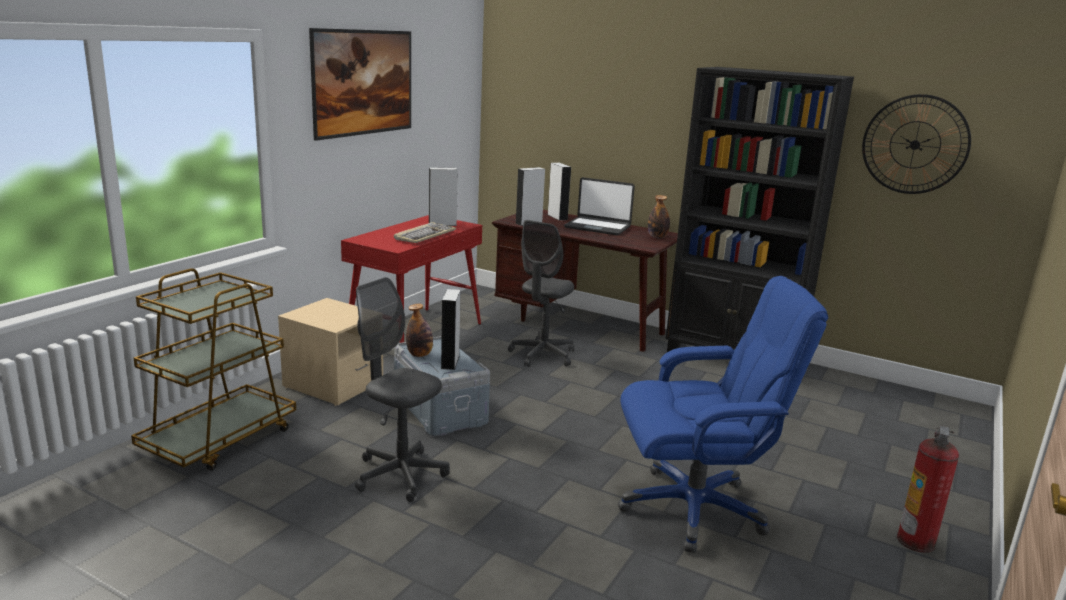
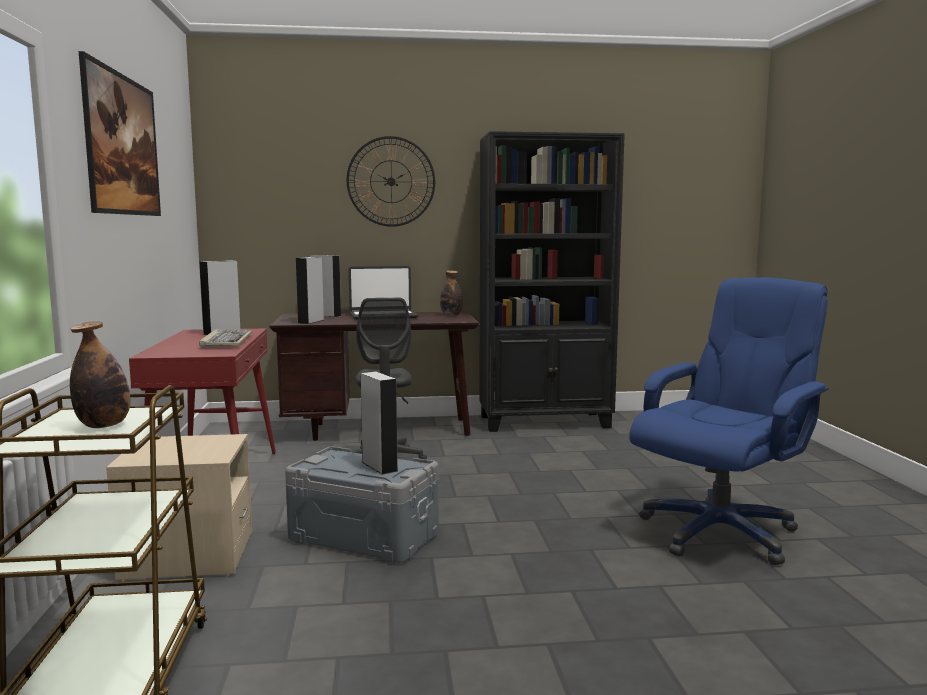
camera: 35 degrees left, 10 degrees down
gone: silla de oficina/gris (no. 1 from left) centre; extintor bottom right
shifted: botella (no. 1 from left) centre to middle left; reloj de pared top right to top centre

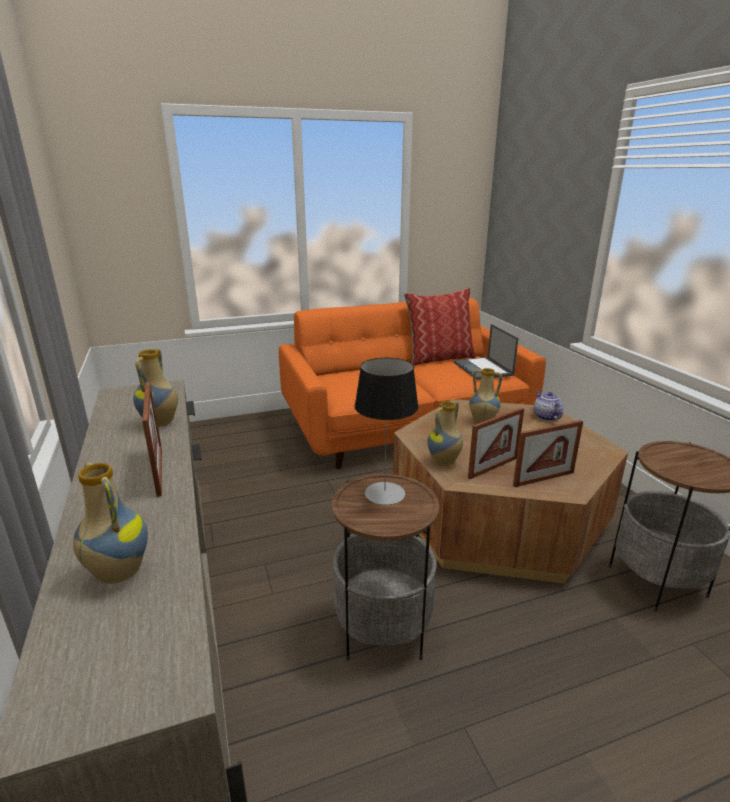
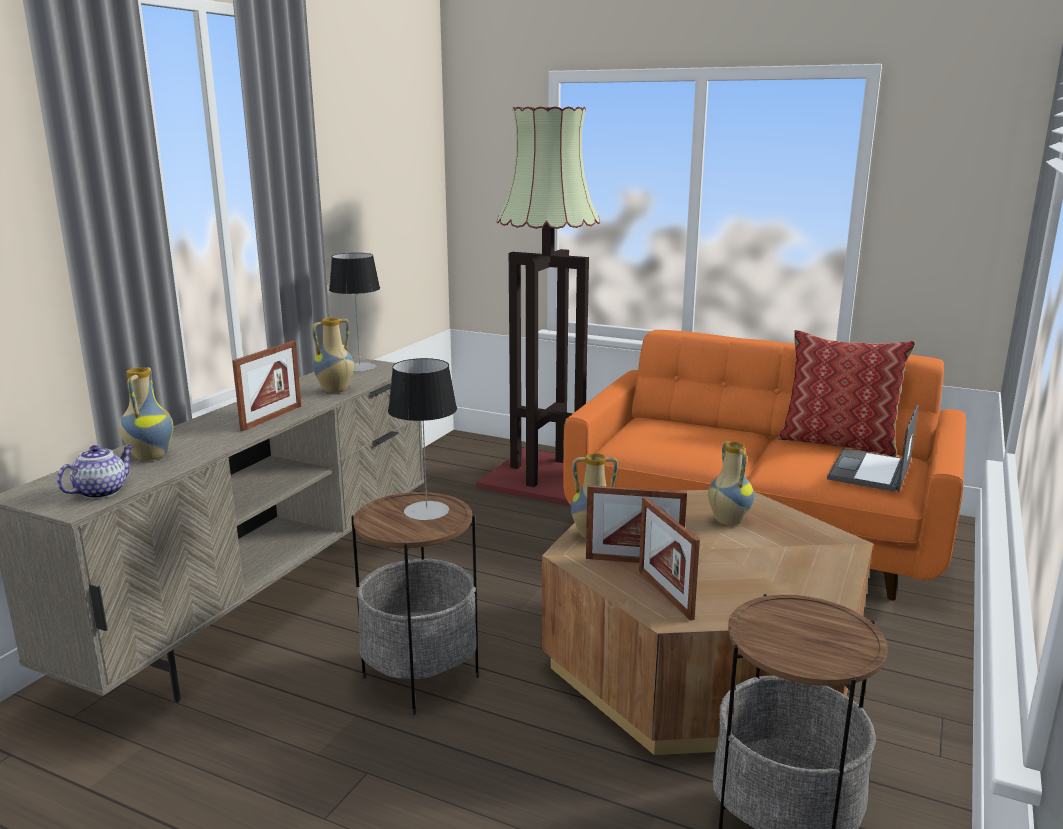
camera: 45 degrees right, 5 degrees down
new: lámpara de mesa (no. 1 from left) middle left; lámpara de pie centre
shifted: tetera middle right to middle left
rotated: portarretratos (no. 3 from left) middle right = bottom centre 45 degrees clockwise

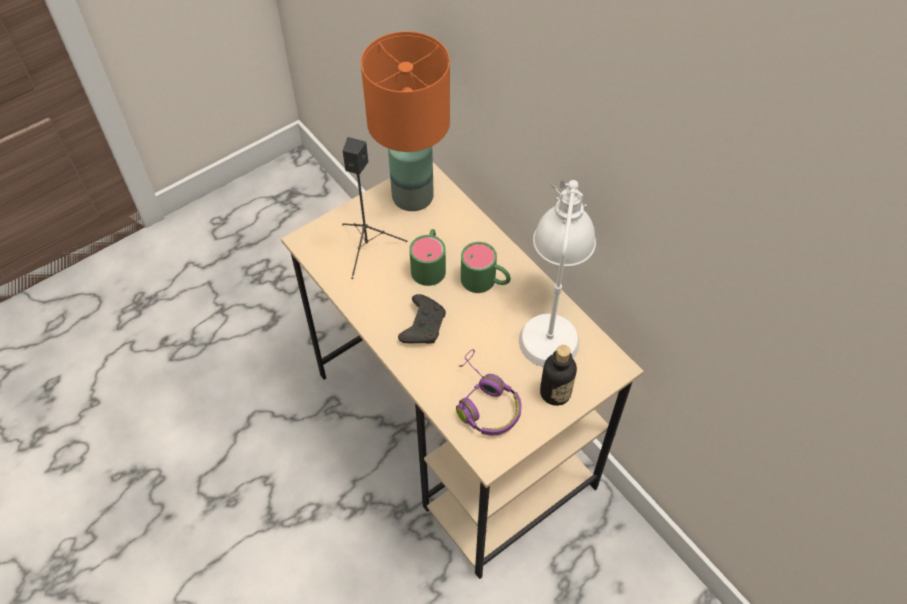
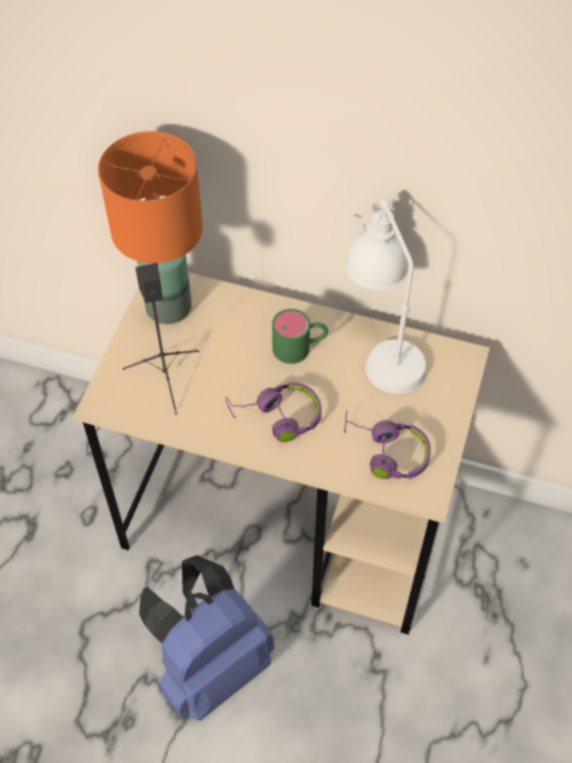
camera: 35 degrees left, 0 degrees up
gone: taza grande/verde (no. 1 from left) centre; botella centre
new: mochila/azul bottom centre
swapped: mando de consola/negro centre to auriculares/morado (no. 1 from left) centre

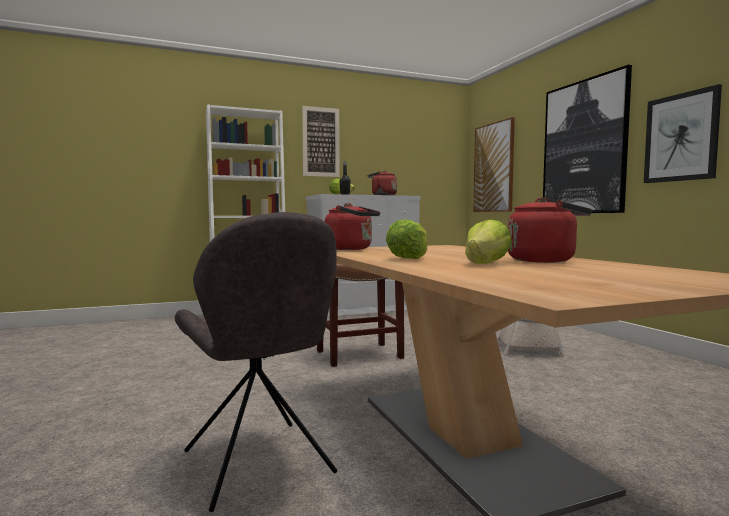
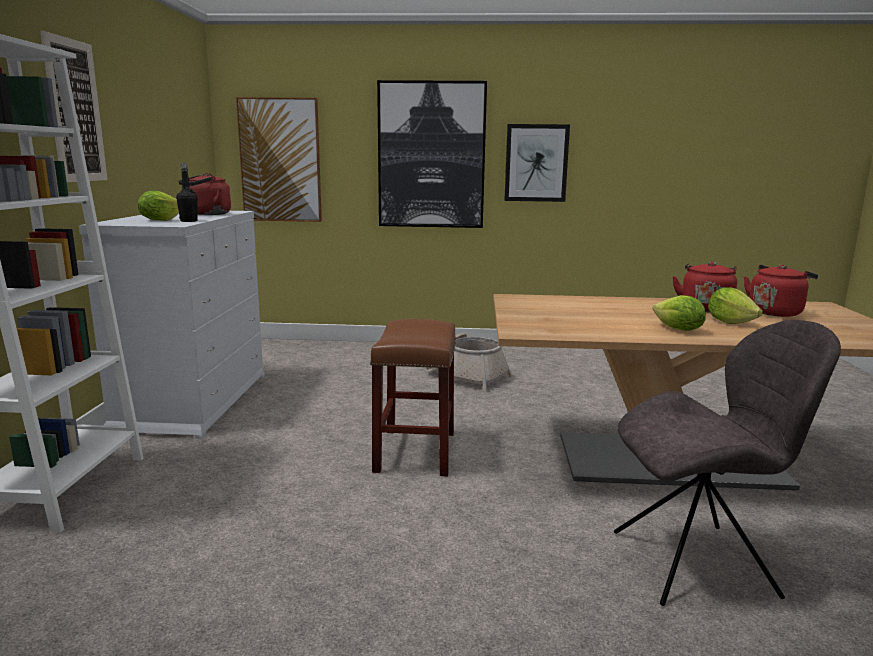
camera: 65 degrees left, 10 degrees up
shifted: hervidor/rojo (no. 1 from left in the first image) centre to hervidor/rojo (no. 3 from left) middle right

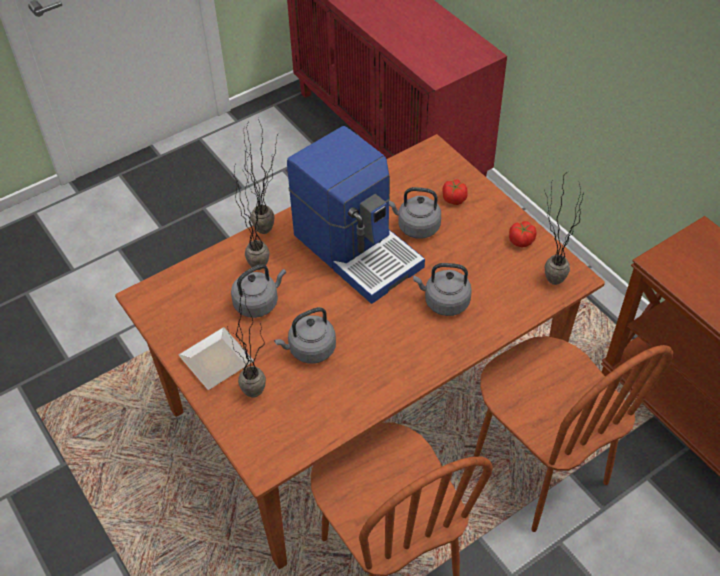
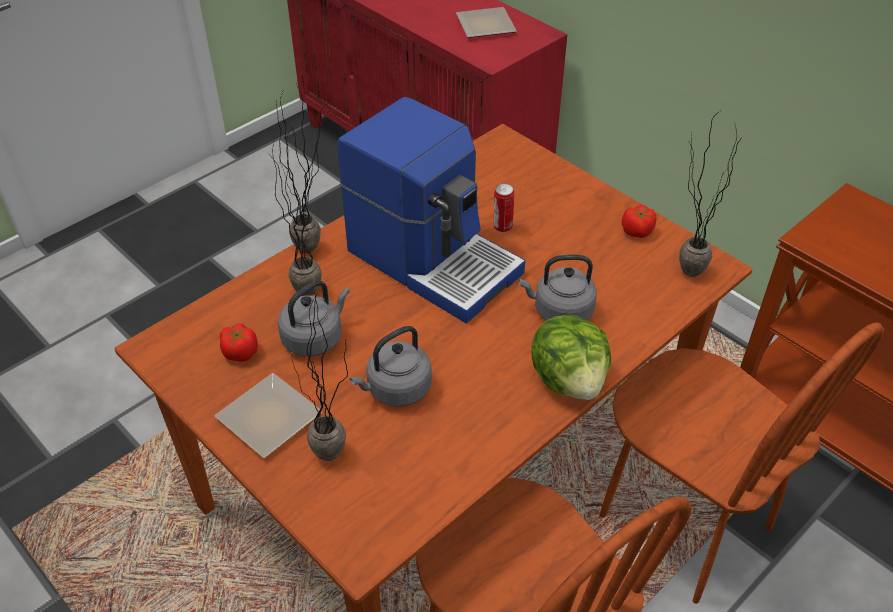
camera: 10 degrees left, 5 degrees down
new: plato (no. 2 from left) top centre; lechuga centre
shifted: tomate (no. 1 from left) centre to middle left
swapped: hervidor/gris (no. 3 from left) centre to lata centre

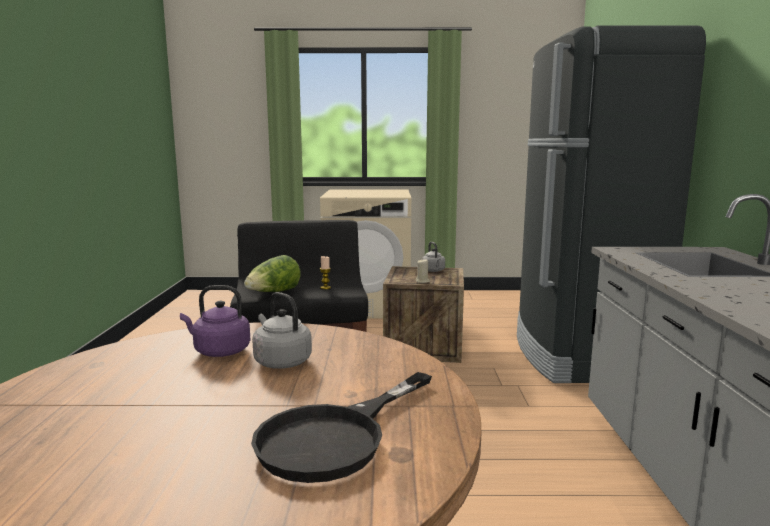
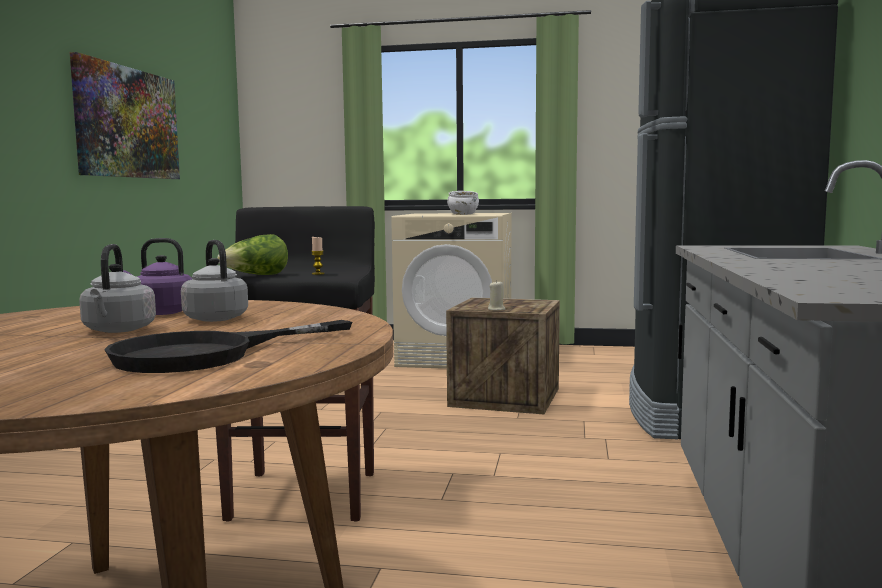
camera: 10 degrees right, 5 degrees down
new: cuadro top left; cuenco/blanco centre
shifted: hervidor/gris (no. 2 from left in the first image) centre to hervidor/gris (no. 1 from left) middle left

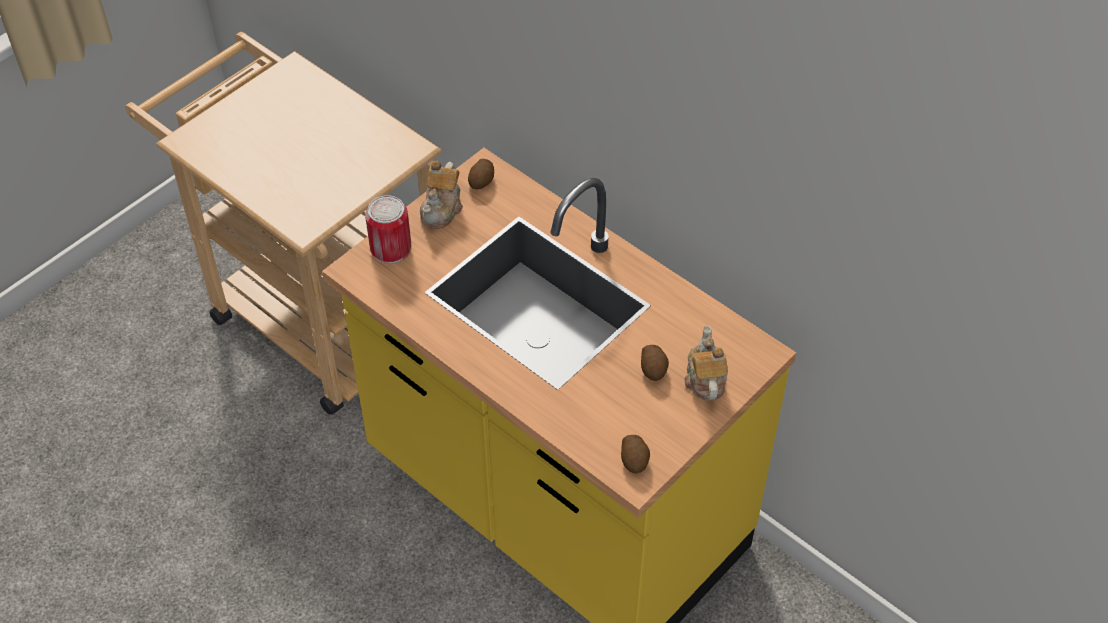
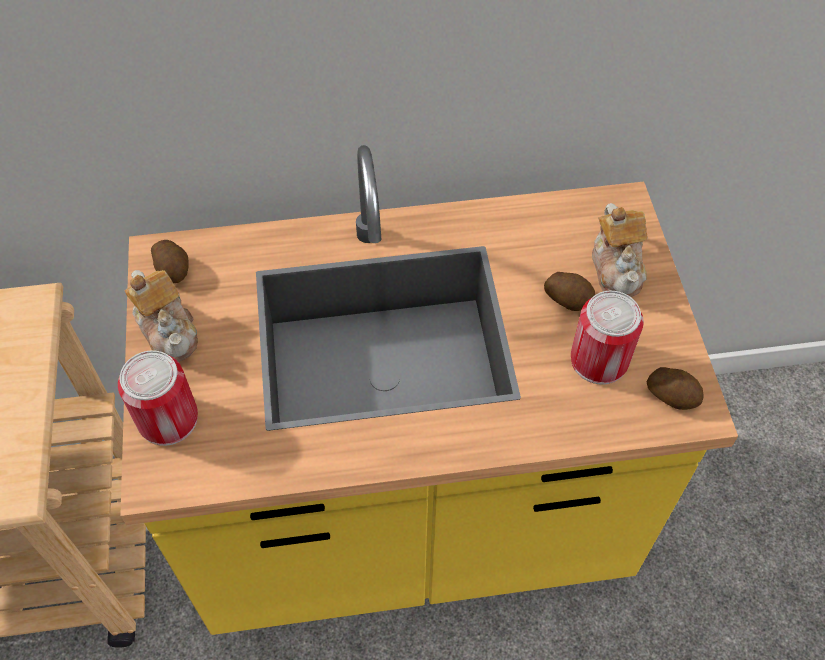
camera: 50 degrees left, 5 degrees up
new: lata (no. 2 from left) middle right
rotated: tetera (no. 2 from left) centre = middle right 135 degrees counterclockwise

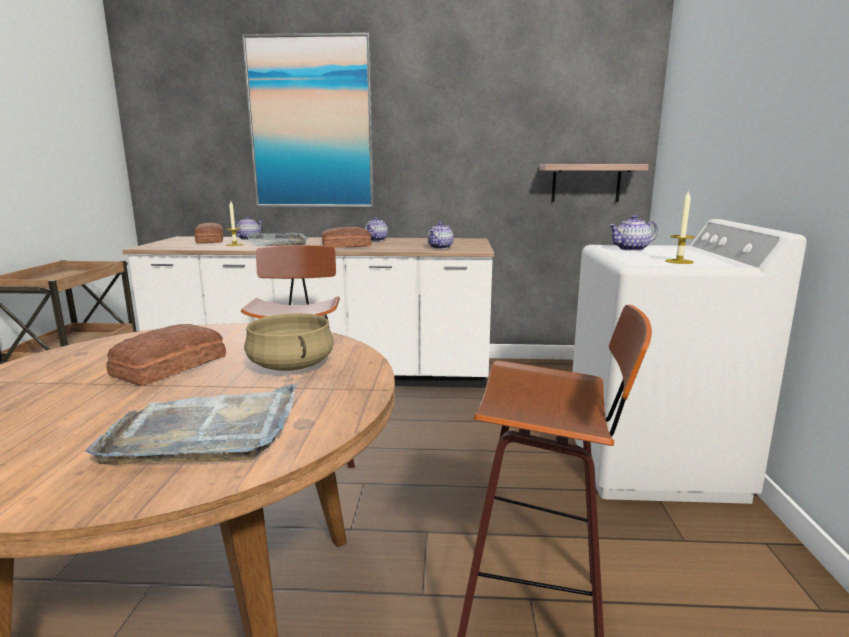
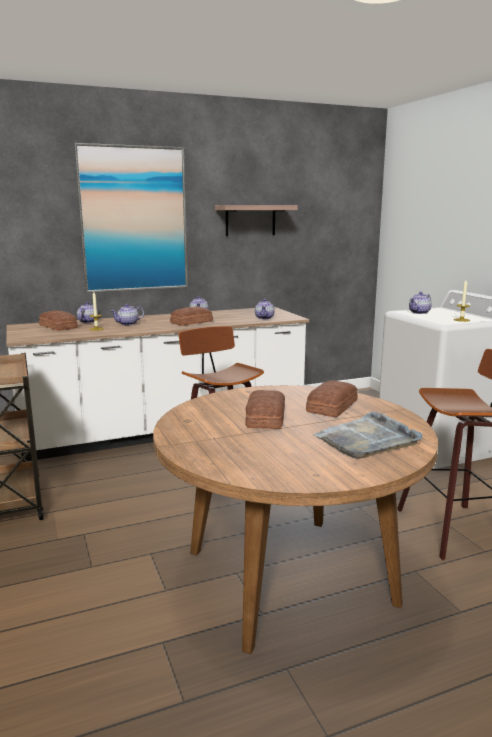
camera: 25 degrees left, 0 degrees up
shifted: estante top right to top centre
swapped: bandeja/gris (no. 2 from left) middle left to tetera (no. 2 from left) middle left; olla/beis centre to pan (no. 4 from left) middle right

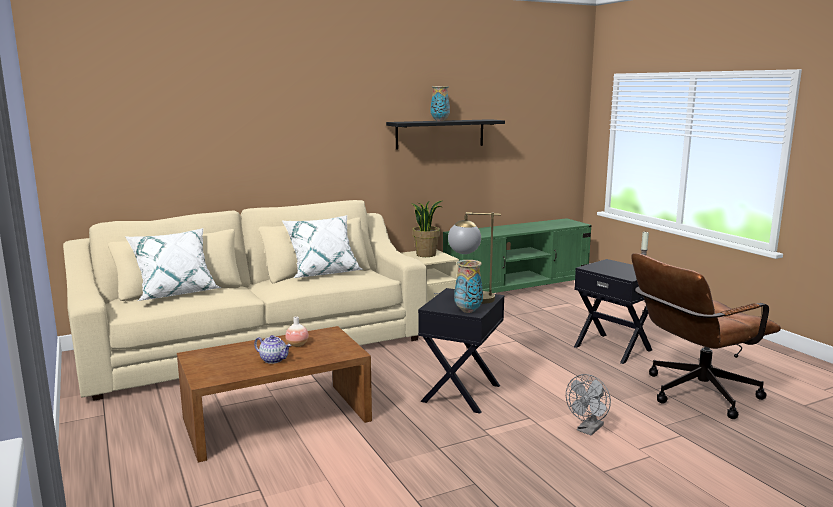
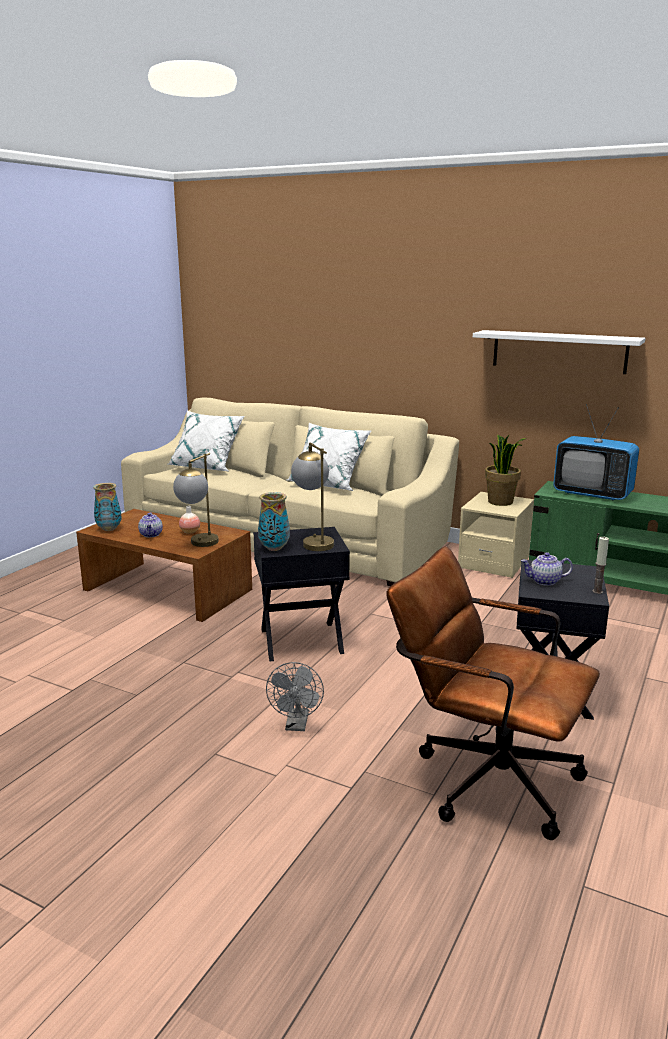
camera: 55 degrees right, 5 degrees up
new: lámpara de mesa (no. 1 from left) middle left; tetera (no. 2 from left) middle right; televisor middle right
shifted: florero (no. 2 from left in the first image) top centre to florero (no. 1 from left) middle left
repainted: estante/negro top centre to estante/blanco middle right
rotated: ventilador/gris bottom right = bottom centre 90 degrees counterclockwise

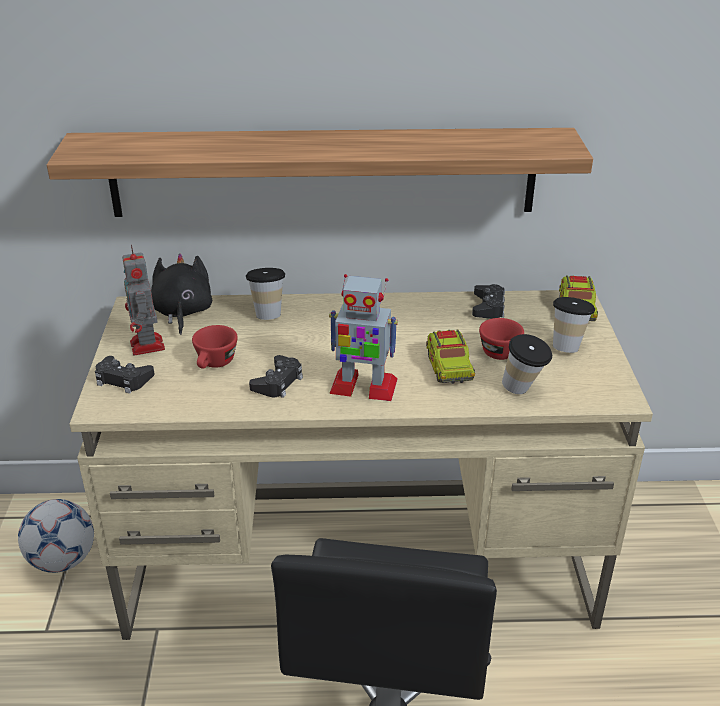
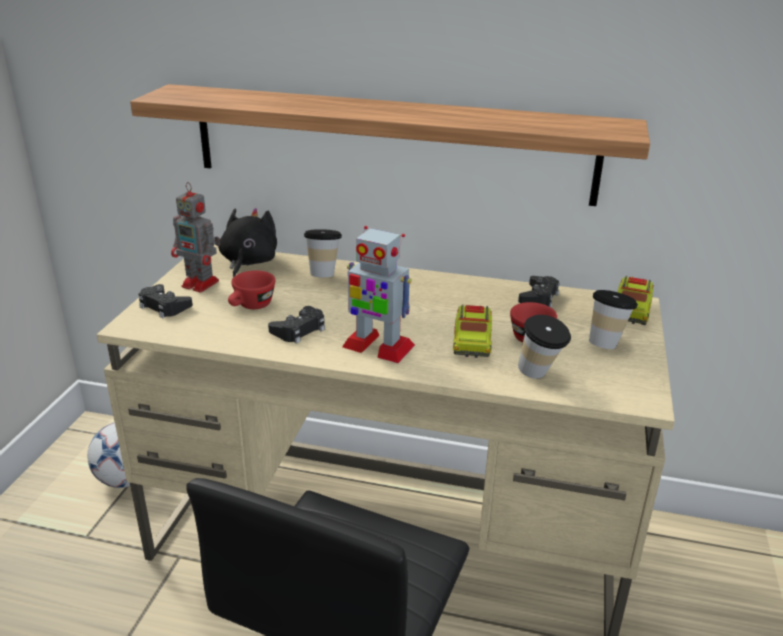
camera: 15 degrees right, 5 degrees down
rotated: robot de juguete (no. 1 from left) middle left = middle left 60 degrees counterclockwise

